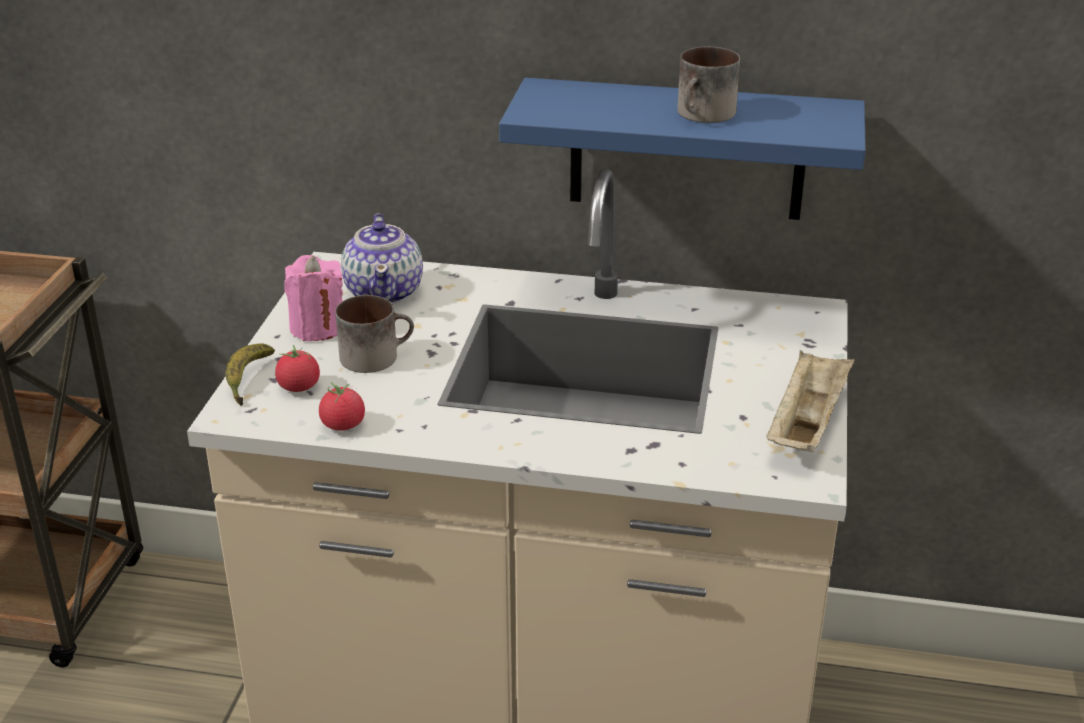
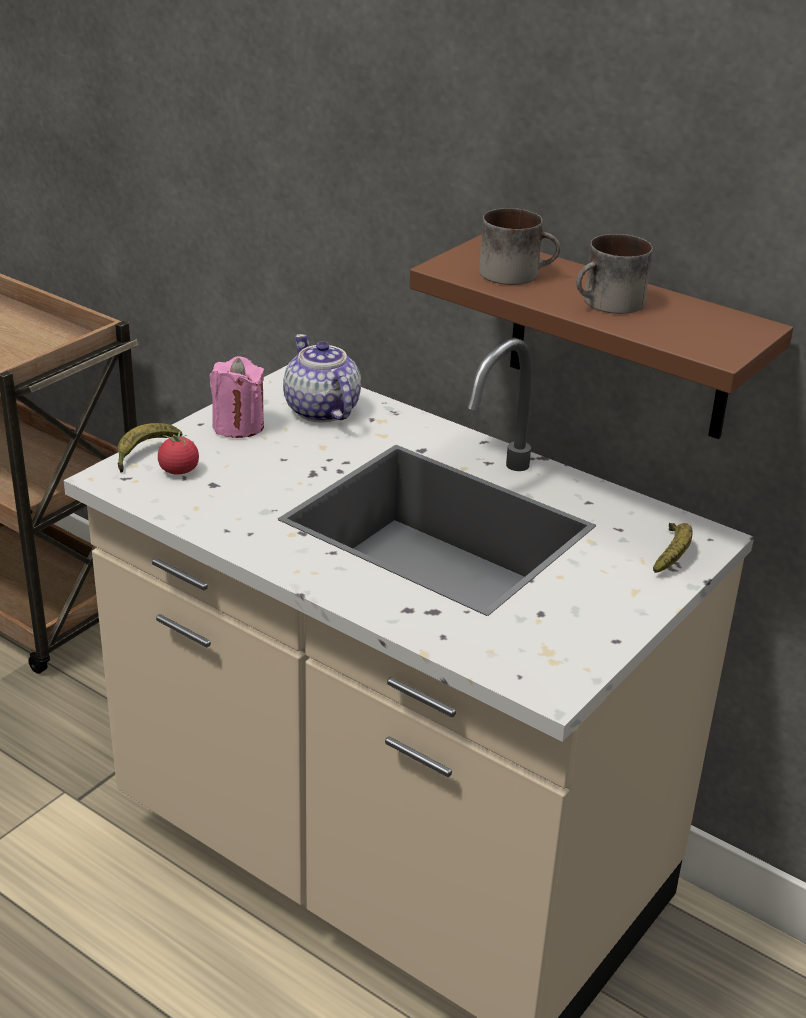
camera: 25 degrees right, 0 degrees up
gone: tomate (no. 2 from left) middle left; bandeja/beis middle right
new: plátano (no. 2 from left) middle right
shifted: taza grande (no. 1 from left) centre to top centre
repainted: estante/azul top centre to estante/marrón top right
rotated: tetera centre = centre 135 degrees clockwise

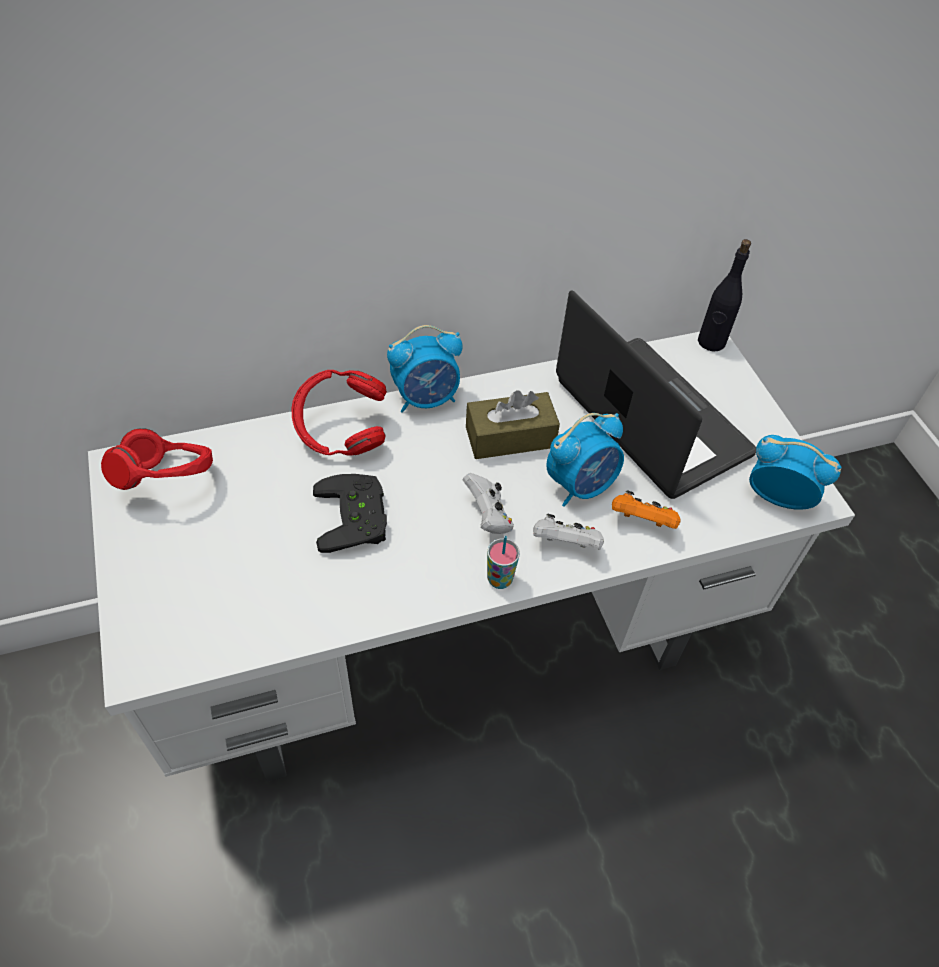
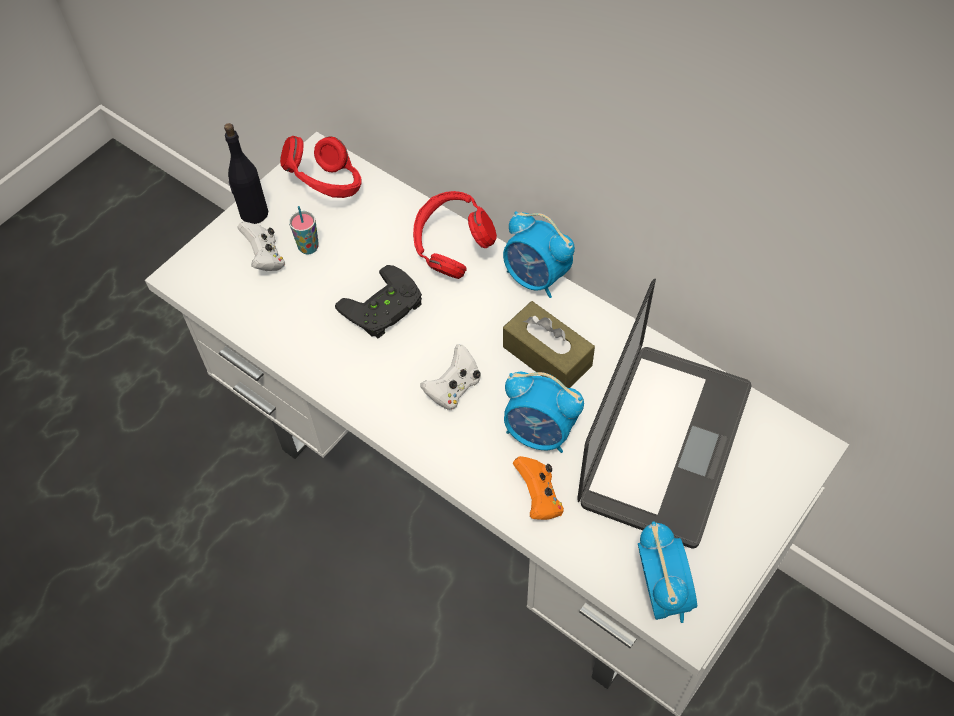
camera: 60 degrees right, 5 degrees up
shifted: botella/negro top right to top left; mando de consola/blanco (no. 2 from left in the first image) centre to mando de consola/blanco (no. 1 from left) middle left; taza centre to top left

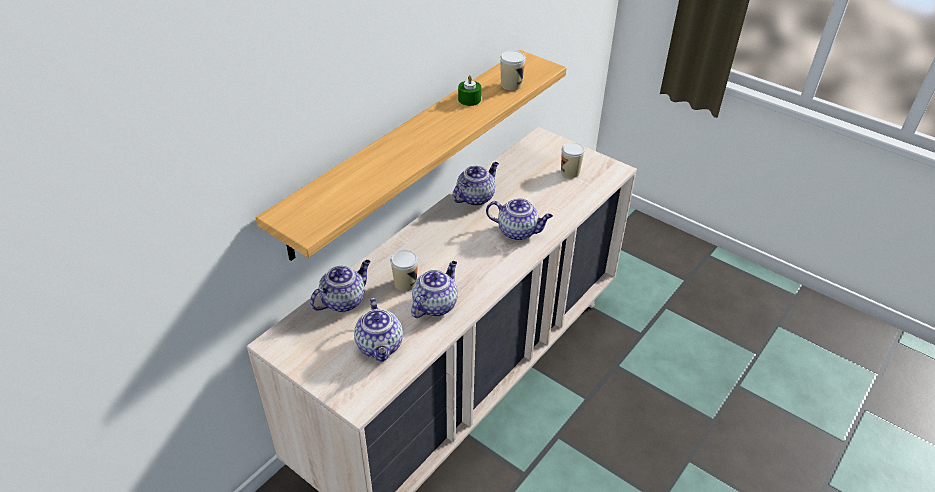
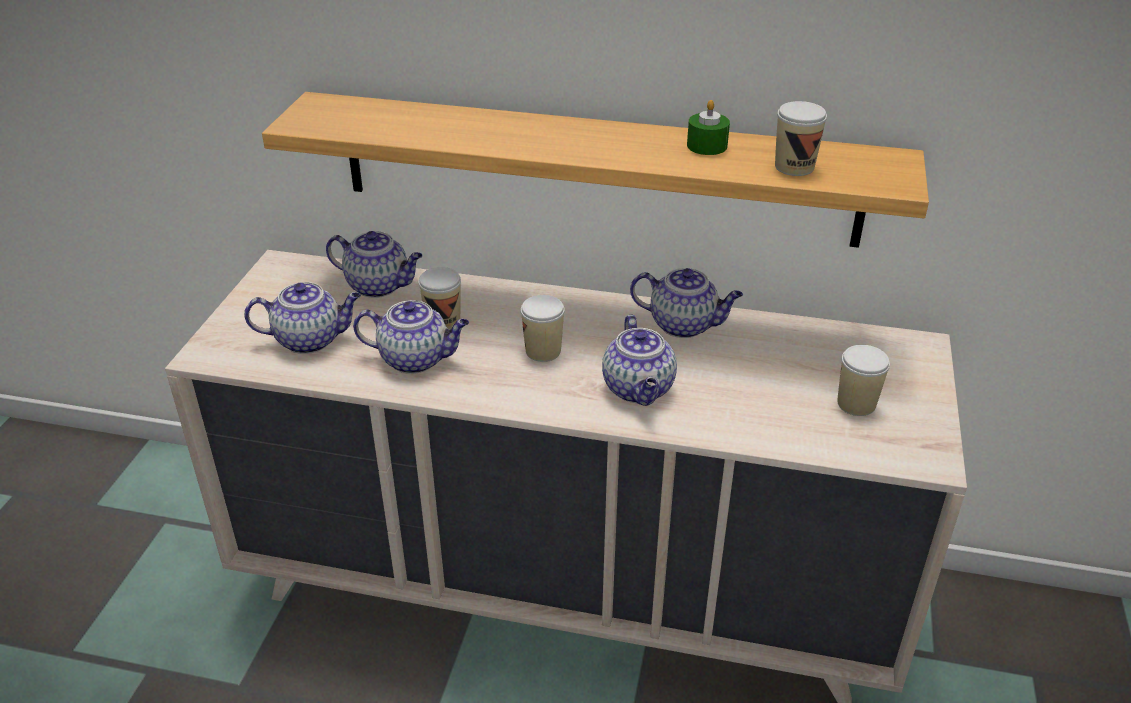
camera: 65 degrees right, 5 degrees down
new: taza (no. 2 from left) centre
rotated: tetera (no. 2 from left in the first image) bottom centre = middle left 150 degrees counterclockwise

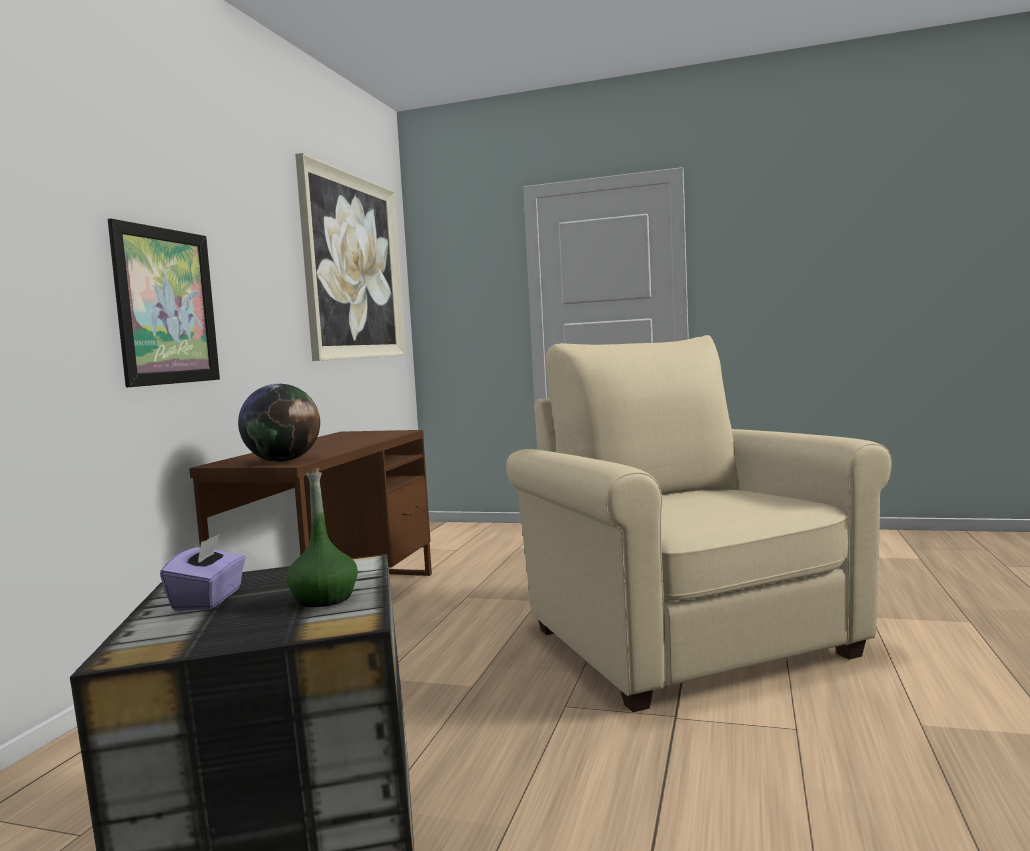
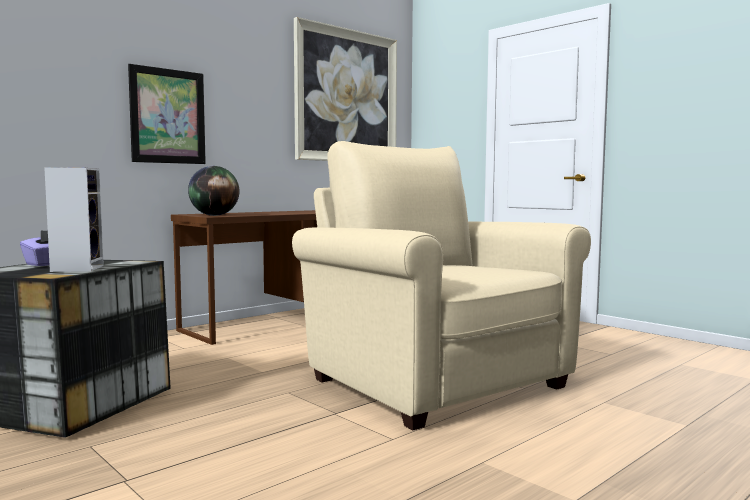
camera: 30 degrees right, 0 degrees up
swapped: botella/verde middle left to altavoz middle left
rotated: sillón/beis middle right = centre 45 degrees counterclockwise

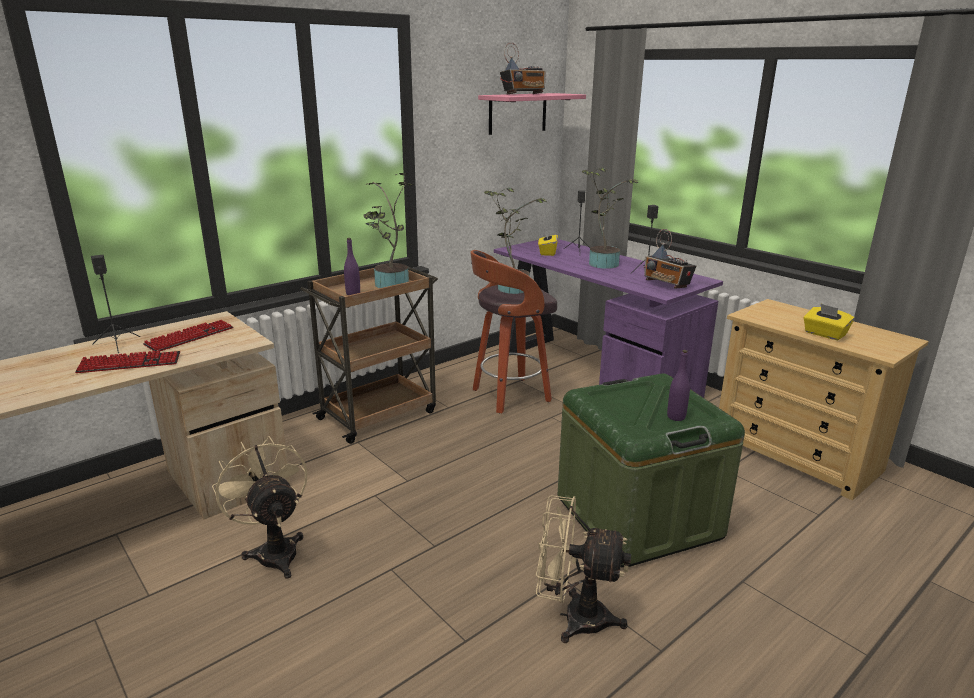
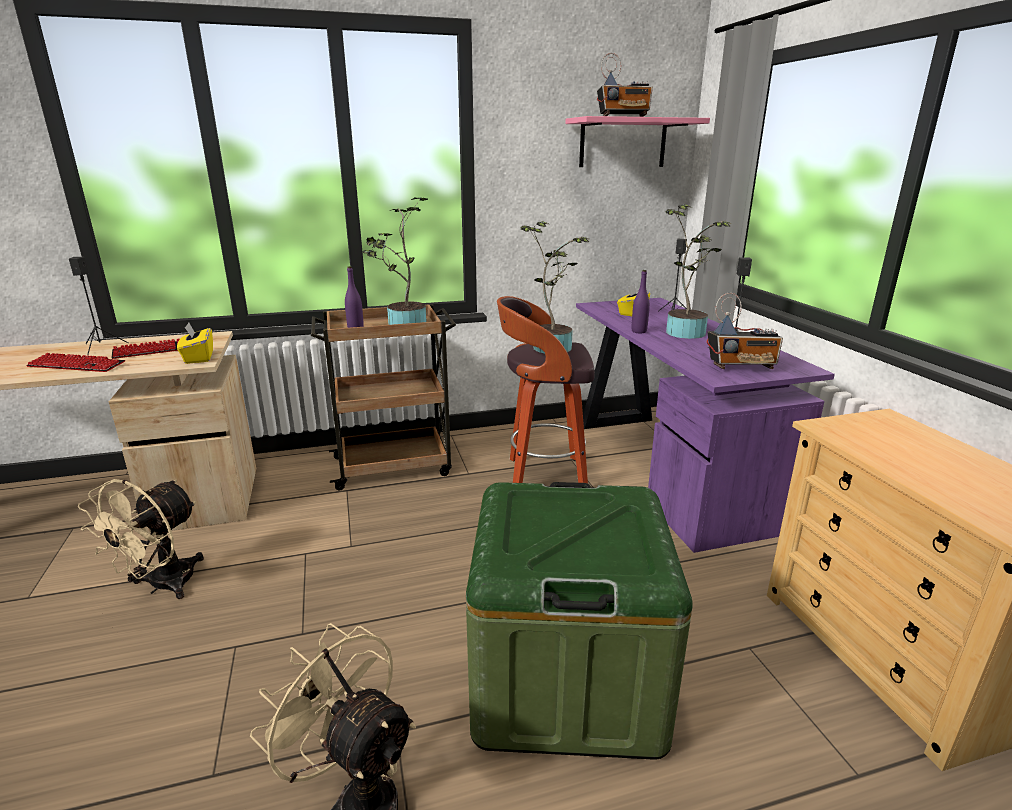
camera: 25 degrees right, 0 degrees up
shifted: caja de pañuelos/amarillo (no. 2 from left in the first image) middle right to caja de pañuelos/amarillo (no. 1 from left) middle left; botella/morado (no. 2 from left) middle right to centre
rotated: ventilador/beis (no. 1 from left) bottom left = middle left 150 degrees counterclockwise; radio (no. 2 from left) middle right = middle right 75 degrees counterclockwise

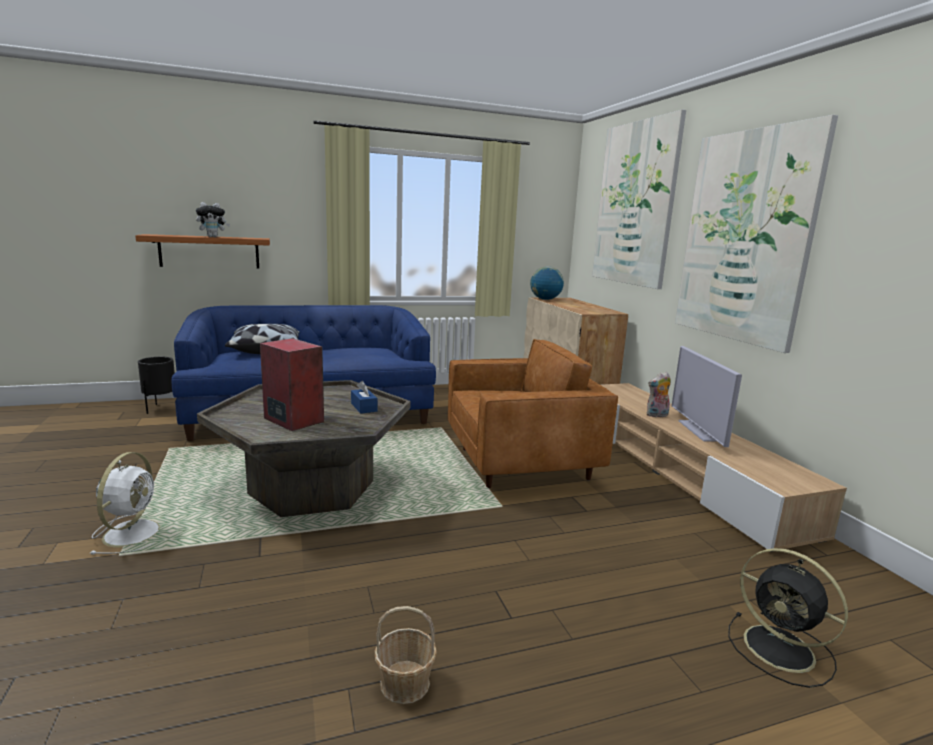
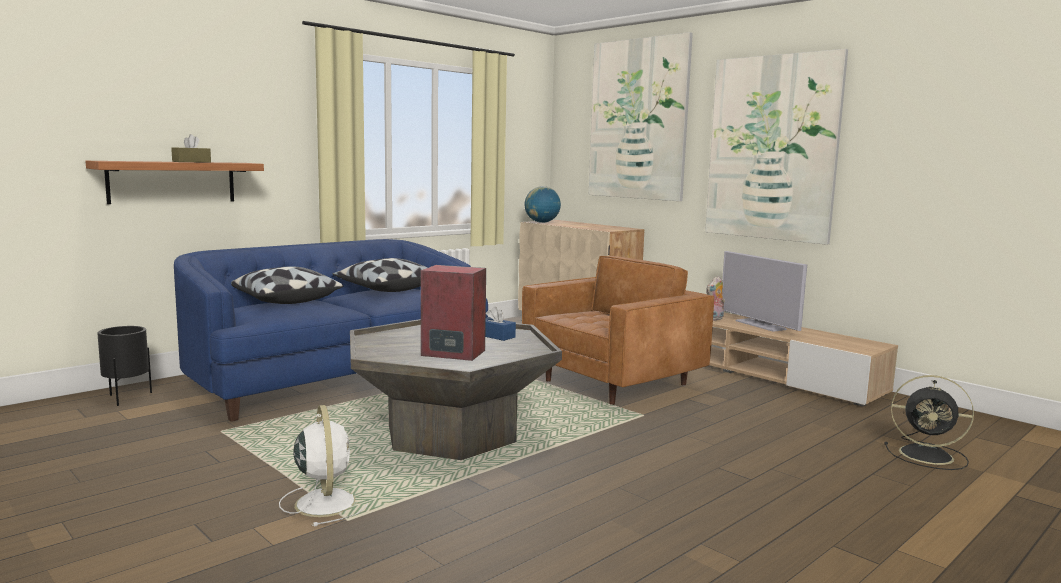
camera: 25 degrees left, 5 degrees down
gone: cesta bottom centre
new: cojín (no. 2 from left) centre
swapped: peluche (no. 1 from left) top left to caja de pañuelos/marrón top left

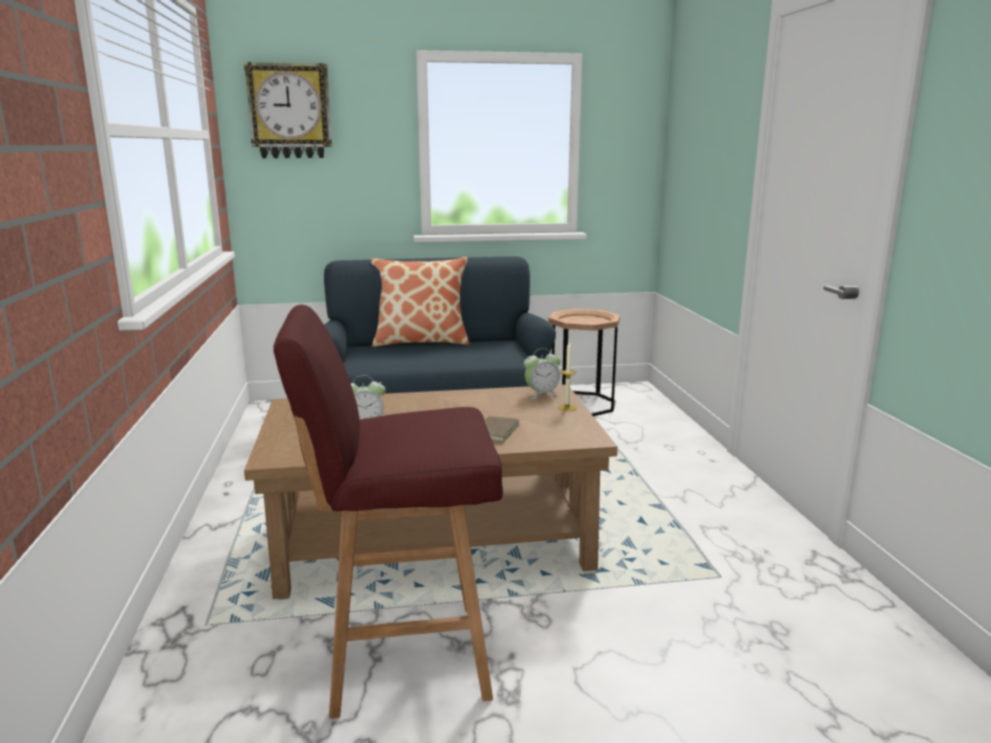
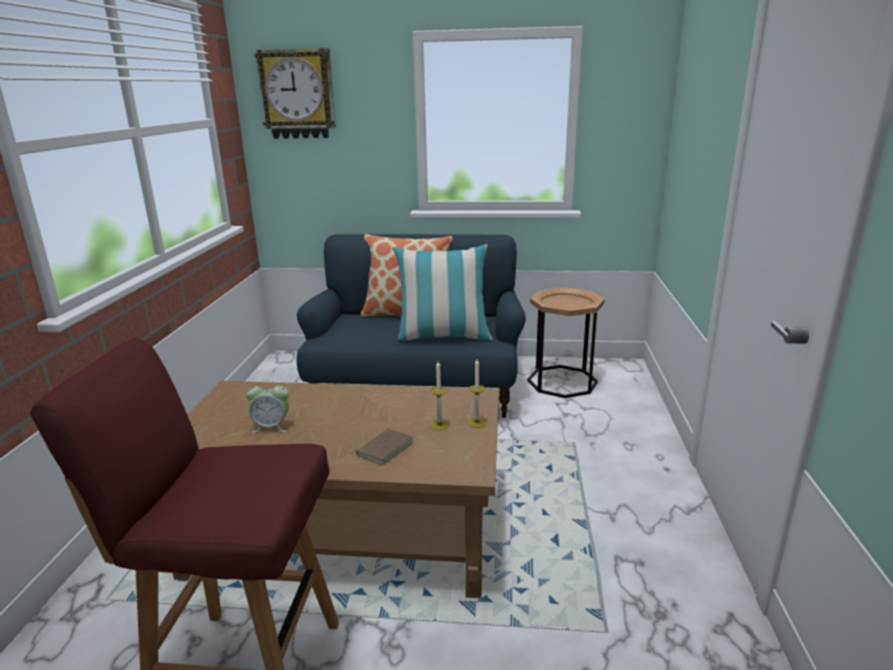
camera: 15 degrees right, 5 degrees up
gone: despertador (no. 2 from left) centre
new: cojín (no. 2 from left) centre; vela (no. 1 from left) centre

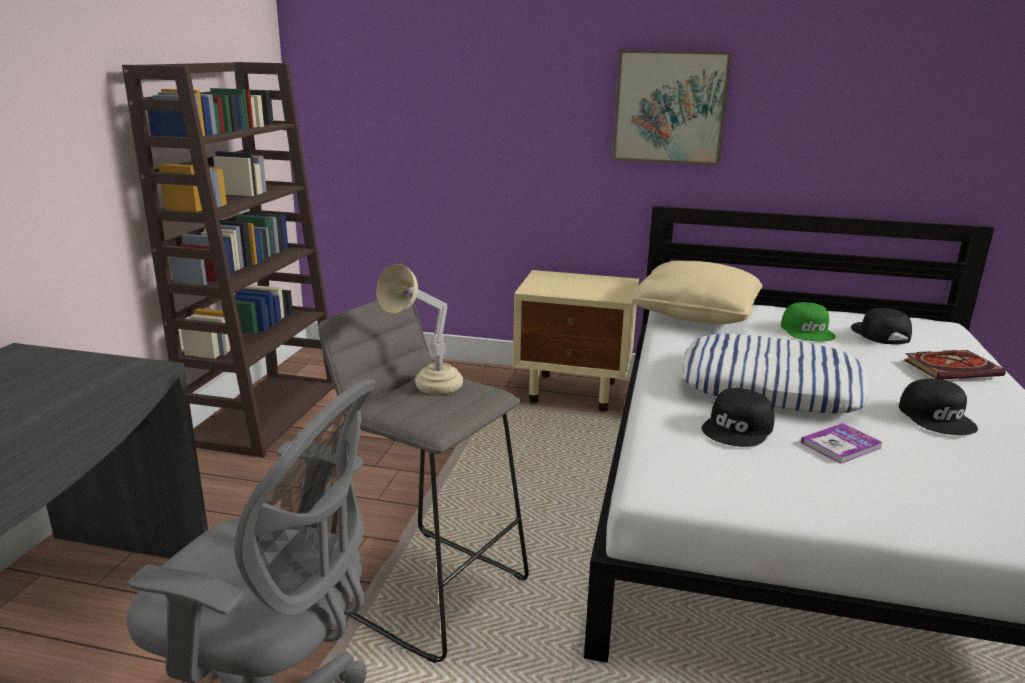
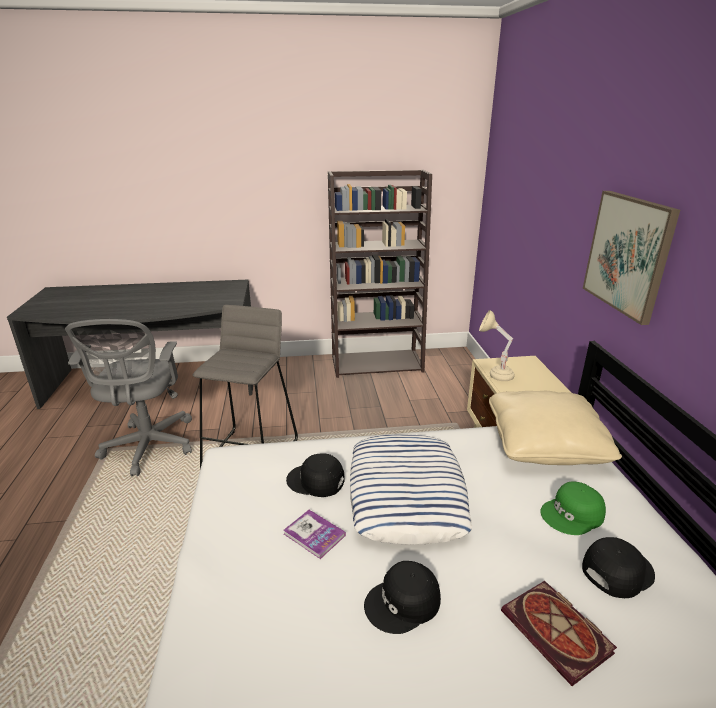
camera: 70 degrees right, 5 degrees up
shifted: lámpara de mesa/beis centre to middle right

